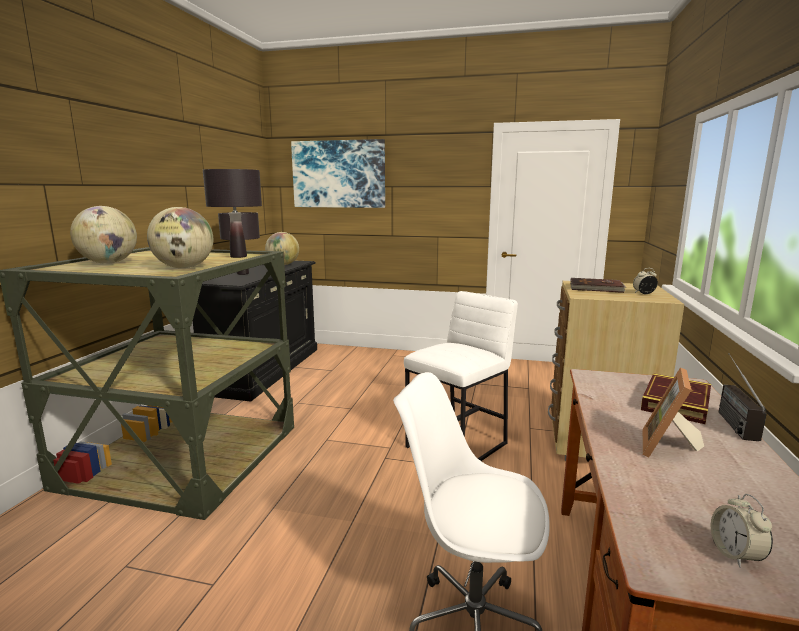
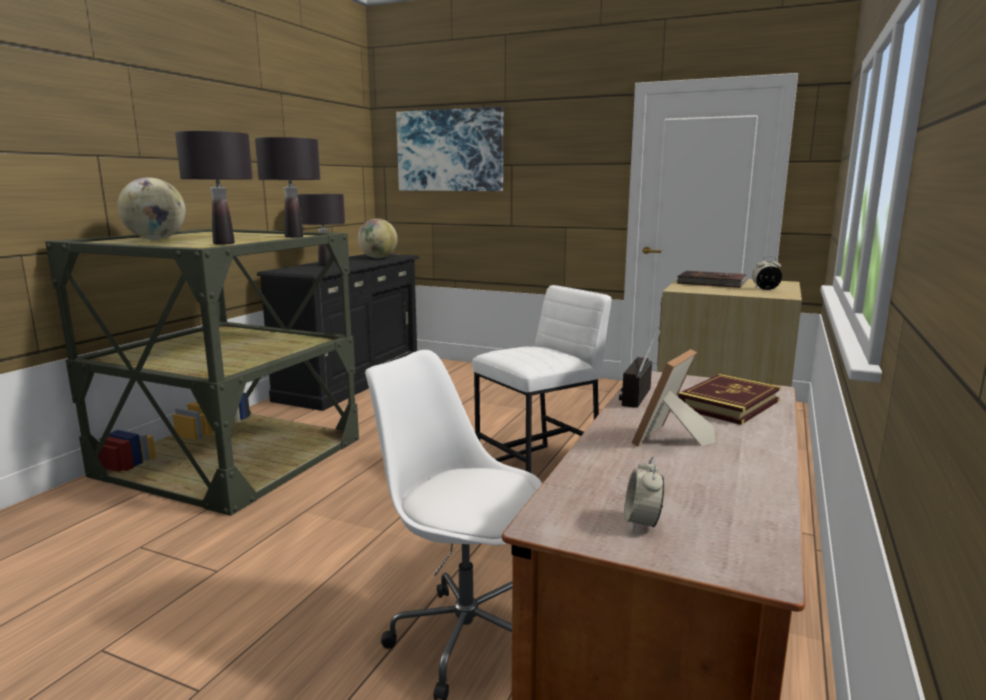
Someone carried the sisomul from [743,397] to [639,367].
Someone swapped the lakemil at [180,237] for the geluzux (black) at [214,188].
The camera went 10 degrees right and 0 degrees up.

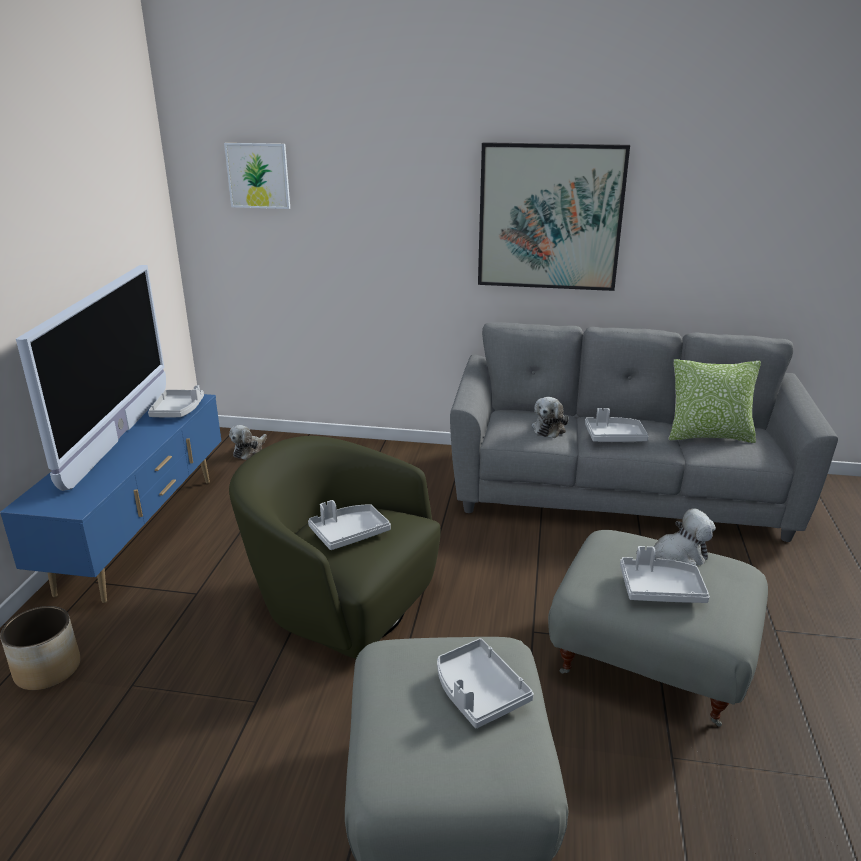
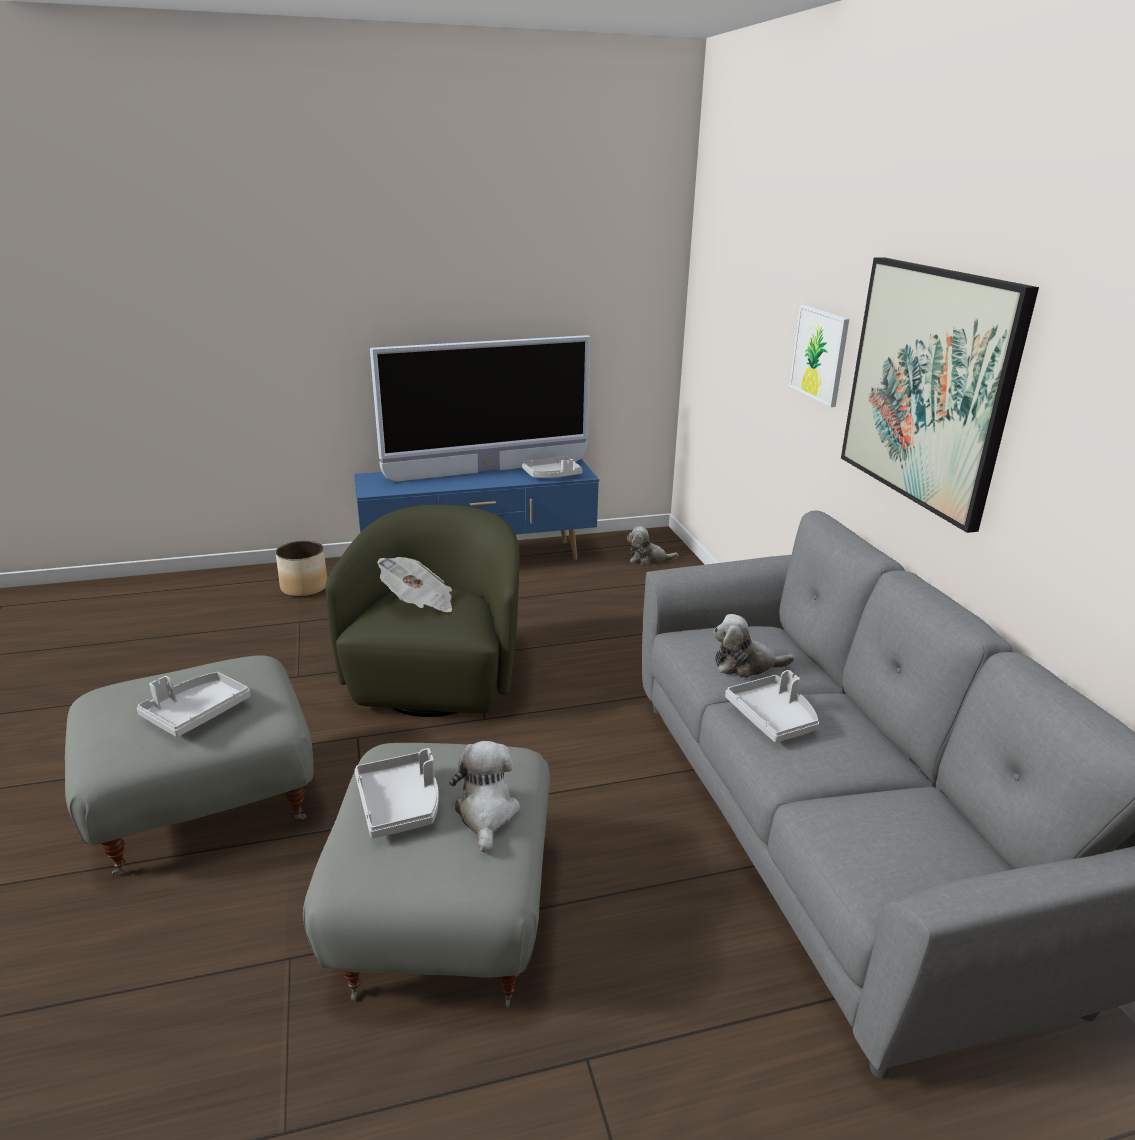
Someone took away the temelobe at [714,401].
Someone carried the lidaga from [257,176] to [819,356].
Someone swapped the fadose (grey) at [349,525] for the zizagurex at [415,584].
Someone rotated the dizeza at [676,537] by 150 degrees counterclockwise.
The camera went 65 degrees right and 0 degrees up.

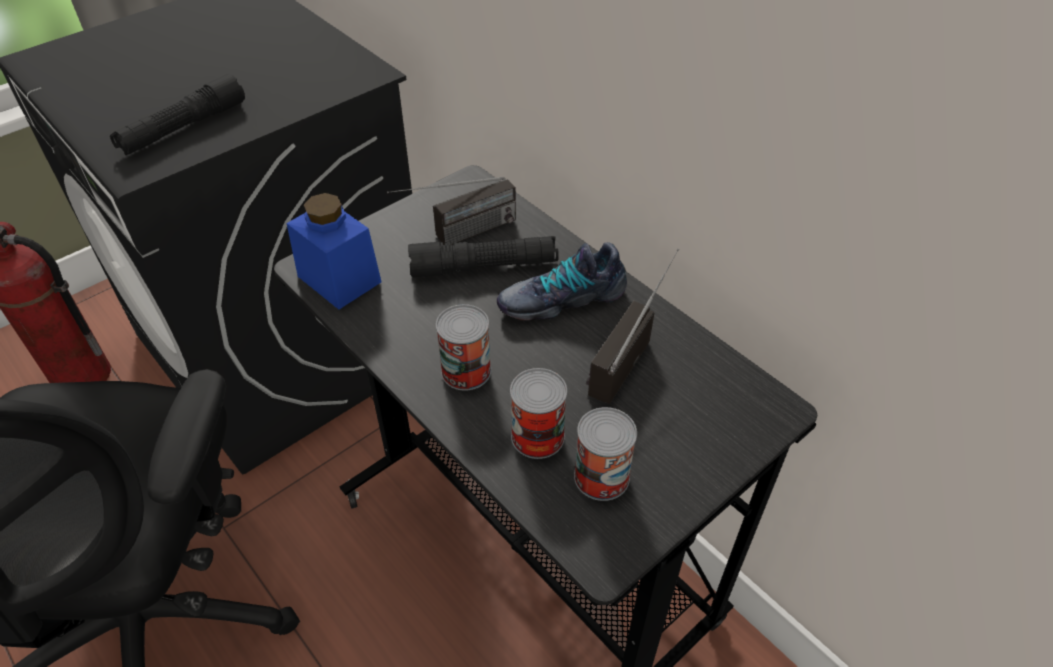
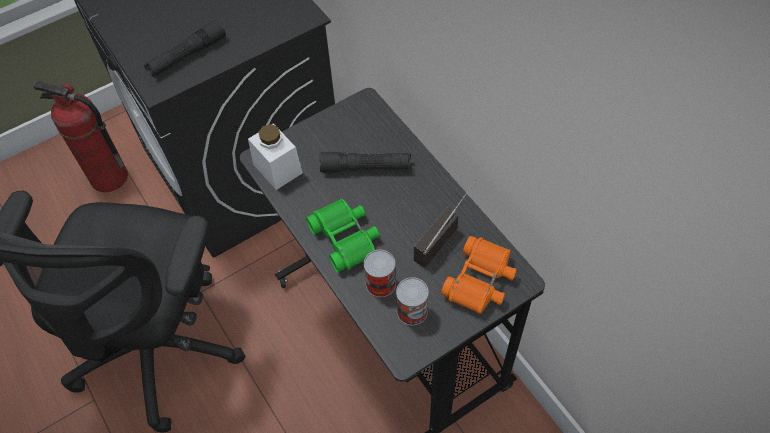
Someone took away the sisomul at [451,211].
Someone took away the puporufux at [562,281].
Someone put down the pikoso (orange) at [479,275].
Someone swapped the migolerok at [463,347] for the pikoso (green) at [343,235].
Someone repainted the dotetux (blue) at [334,251], which became the dotetux (white) at [275,156].
The camera went 10 degrees right and 10 degrees up.

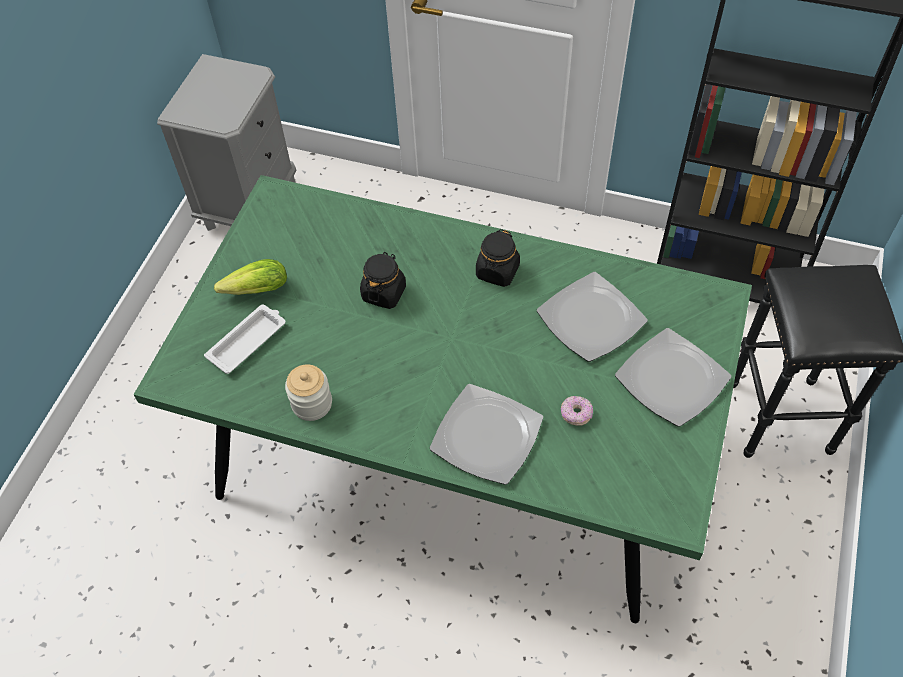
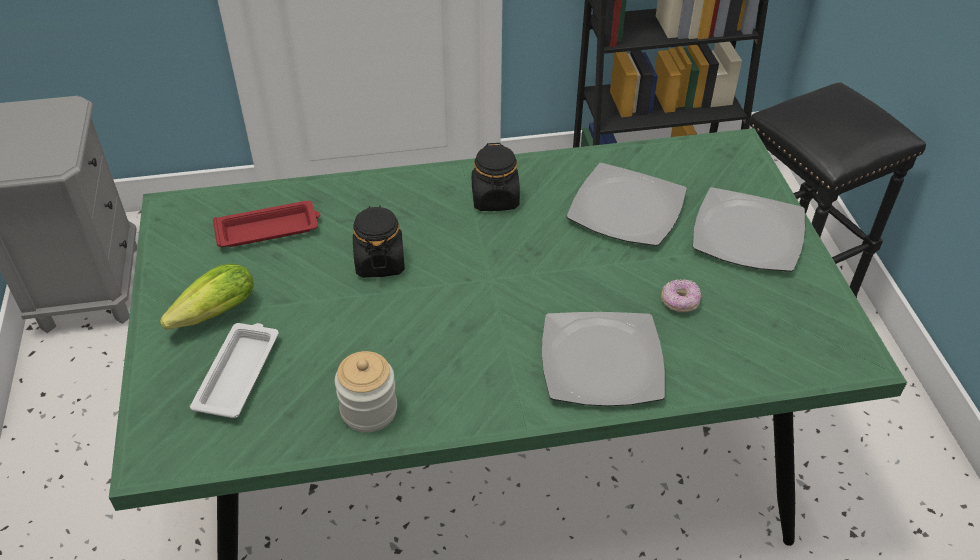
Someone put down the fadose (red) at [266,223].
The camera went 30 degrees left and 10 degrees down.

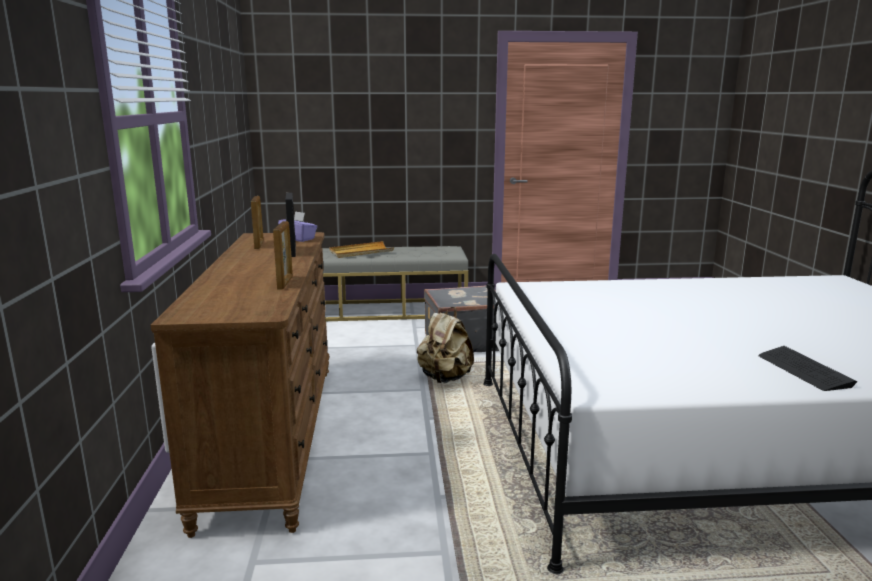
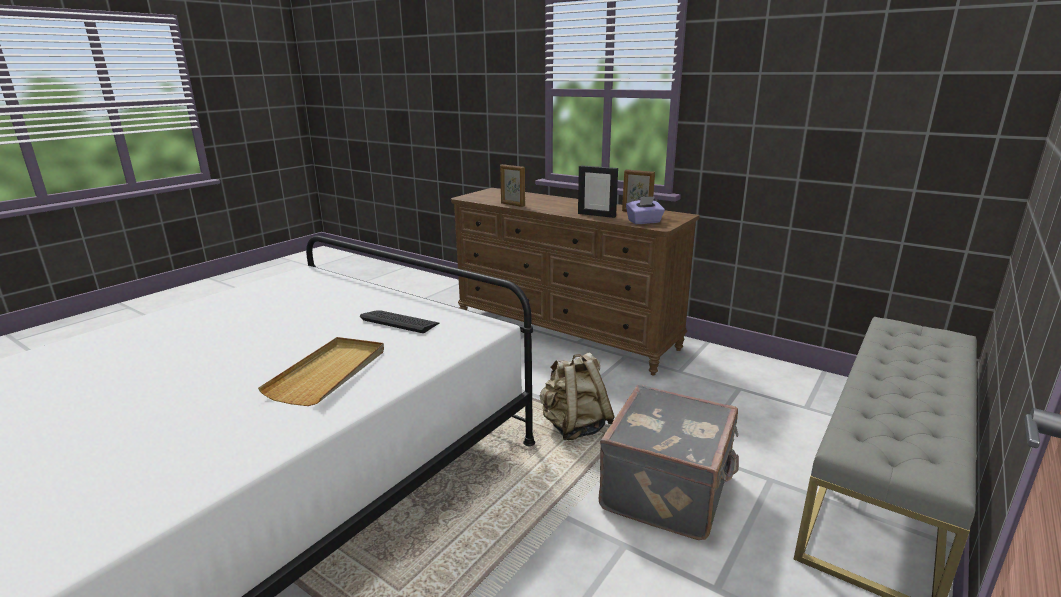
Someone carried the fadose (beige) from [361,249] to [321,371].
Someone carried the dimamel from [808,368] to [399,321].
The camera went 130 degrees right and 5 degrees up.

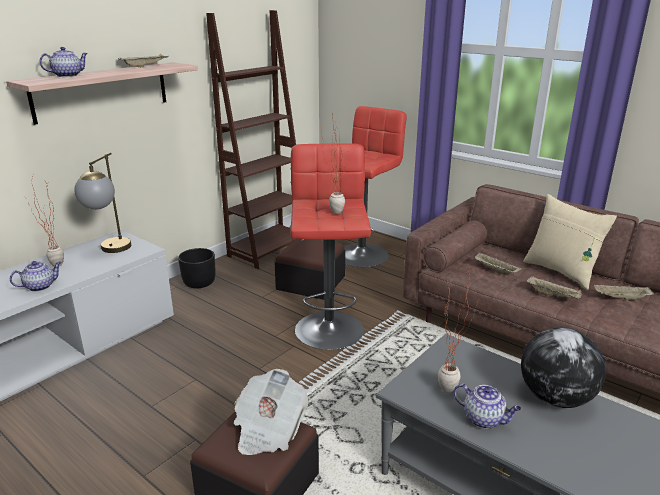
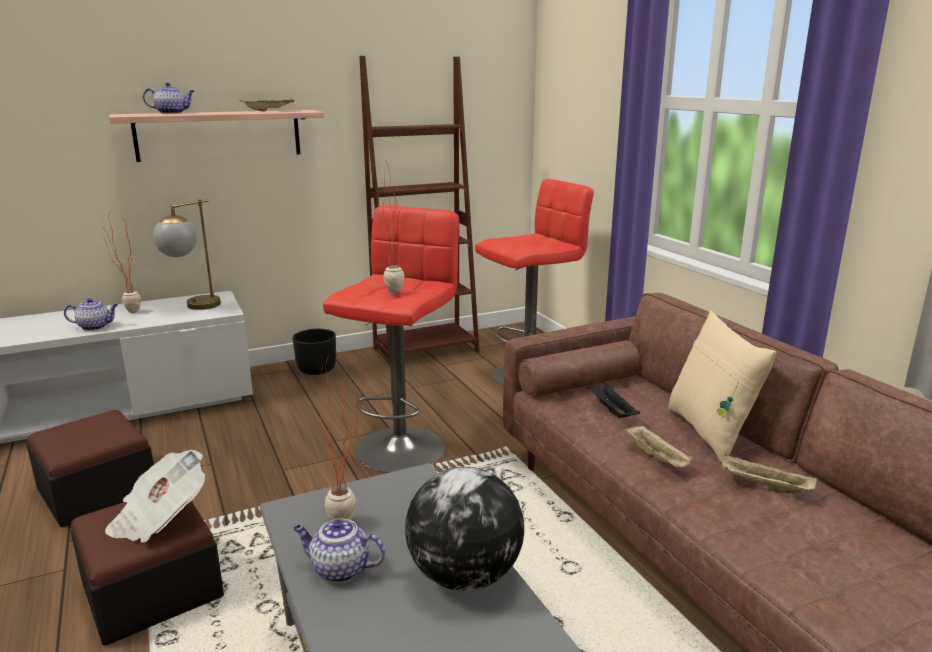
Someone carried the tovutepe from [309,269] to [90,468].
Someone repainted the fadose (beige) at [497,264], which became the fadose (black) at [613,400].
Someone rotated the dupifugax at [487,406] by 135 degrees clockwise.
The camera went 25 degrees right and 5 degrees down.

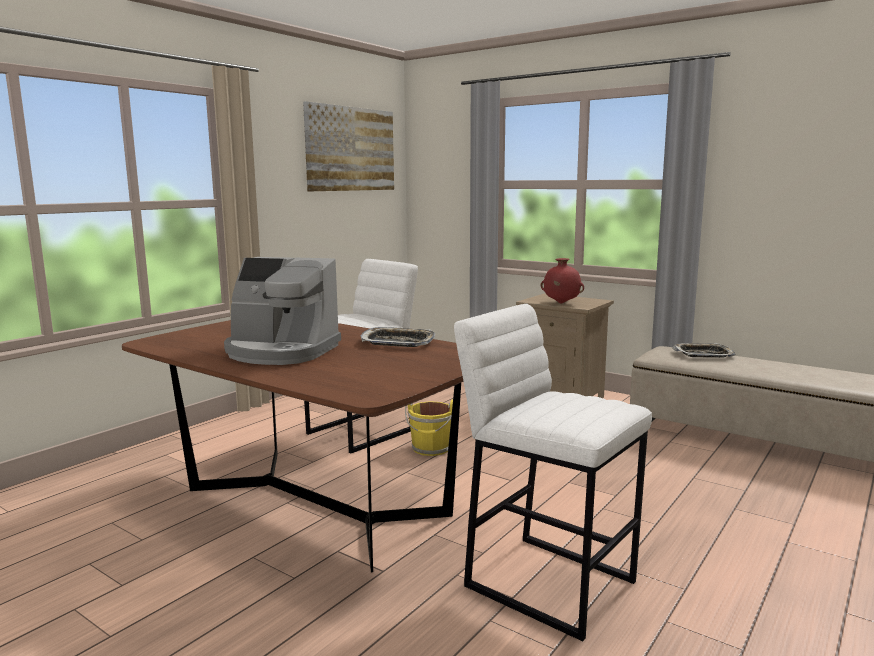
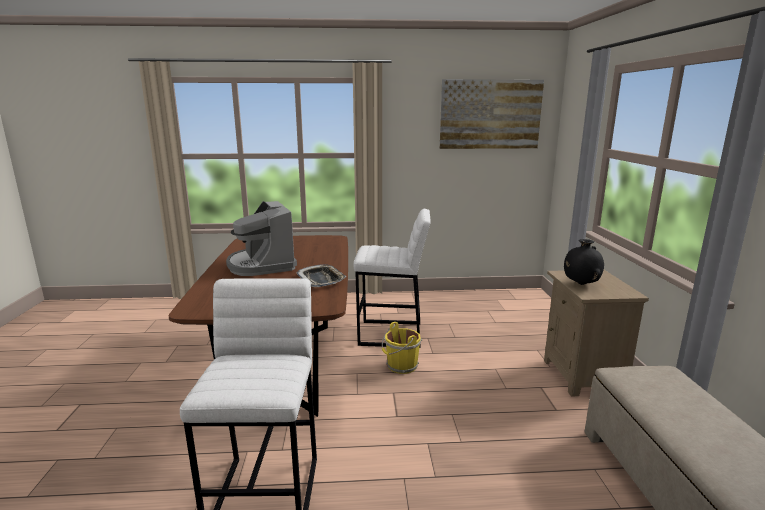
Someone took away the fadose at [704,350].
Someone repainted the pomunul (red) at [562,280], which became the pomunul (black) at [584,262].
The camera went 50 degrees right and 5 degrees up.

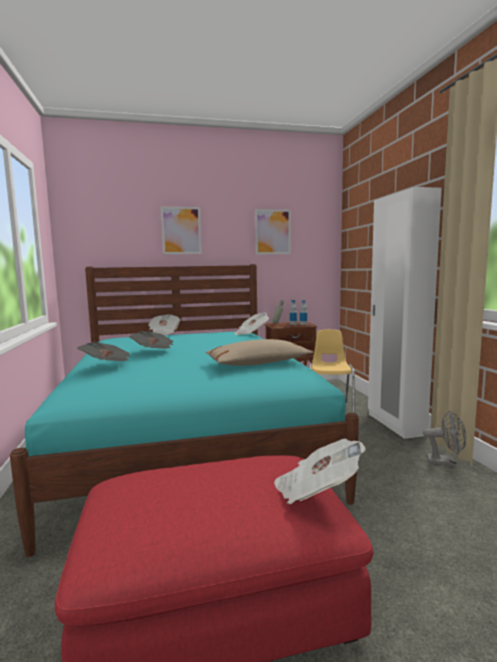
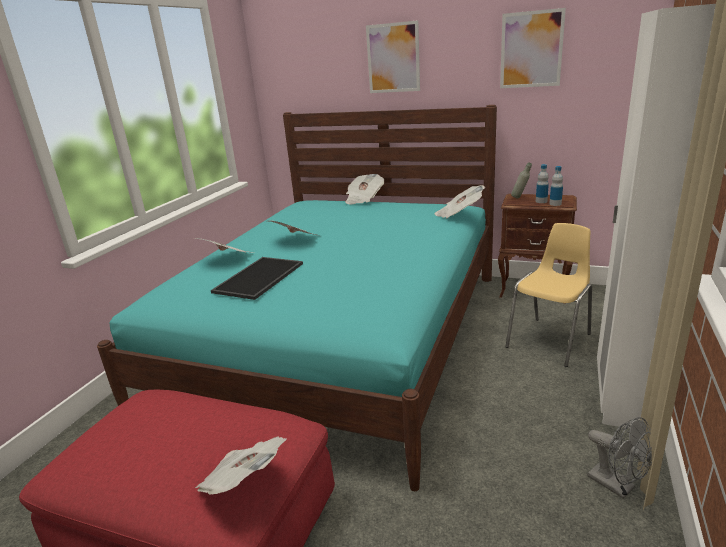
Someone took away the temelobe (beige) at [259,352].
Someone put down the fadose at [257,278].
The camera went 35 degrees right and 15 degrees up.

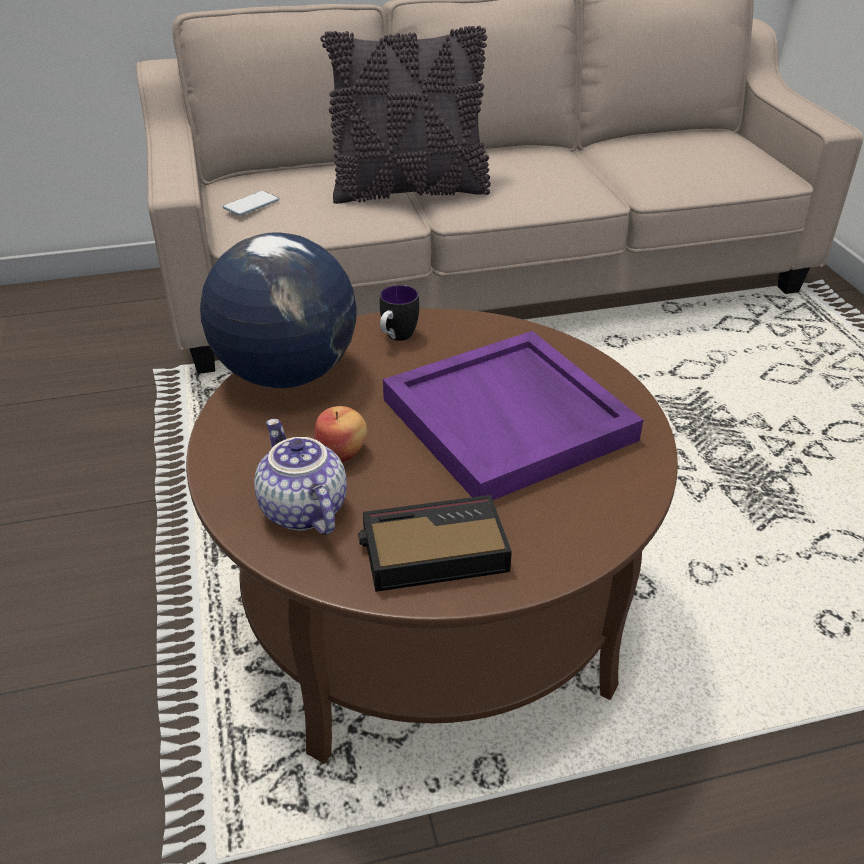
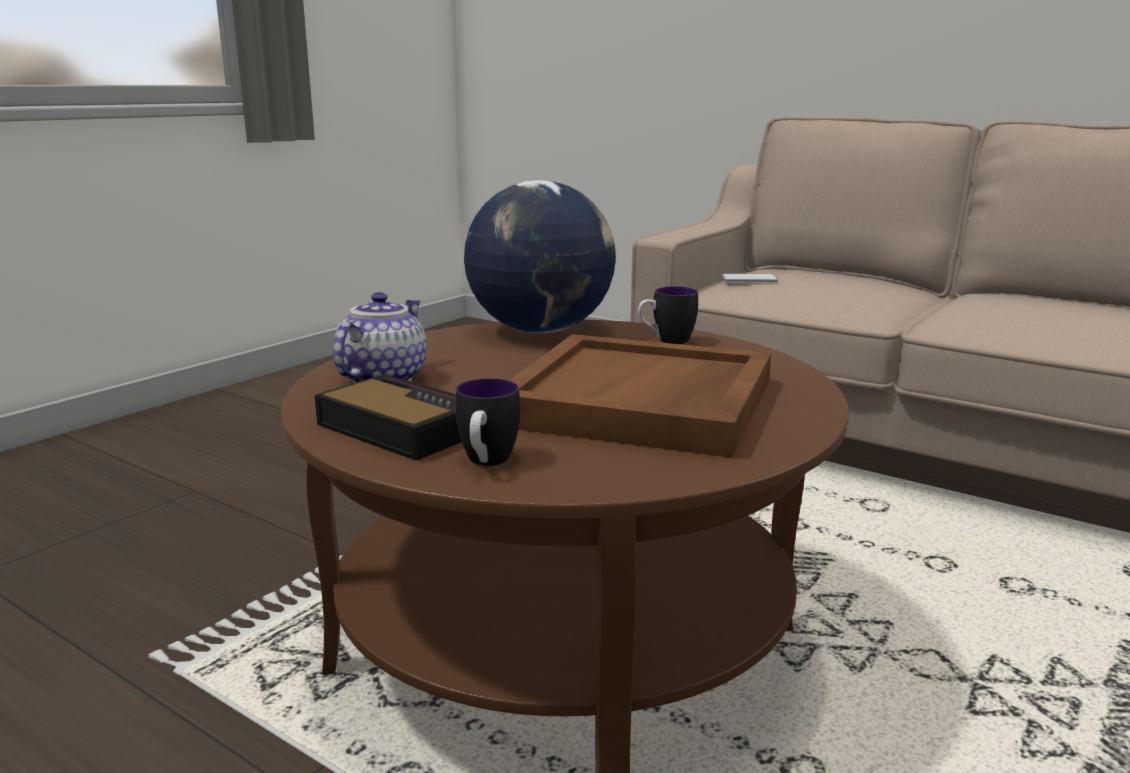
Someone took away the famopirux at [340,434].
Someone took away the temelobe (black) at [405,115].
Someone put down the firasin at [487,422].
Someone repainted the fadose (purple) at [513,415], which became the fadose (brown) at [640,396].
The camera went 50 degrees right and 20 degrees down.

